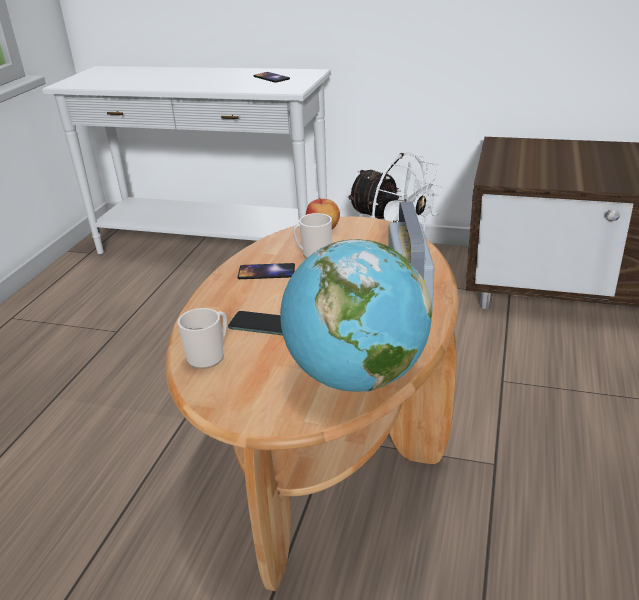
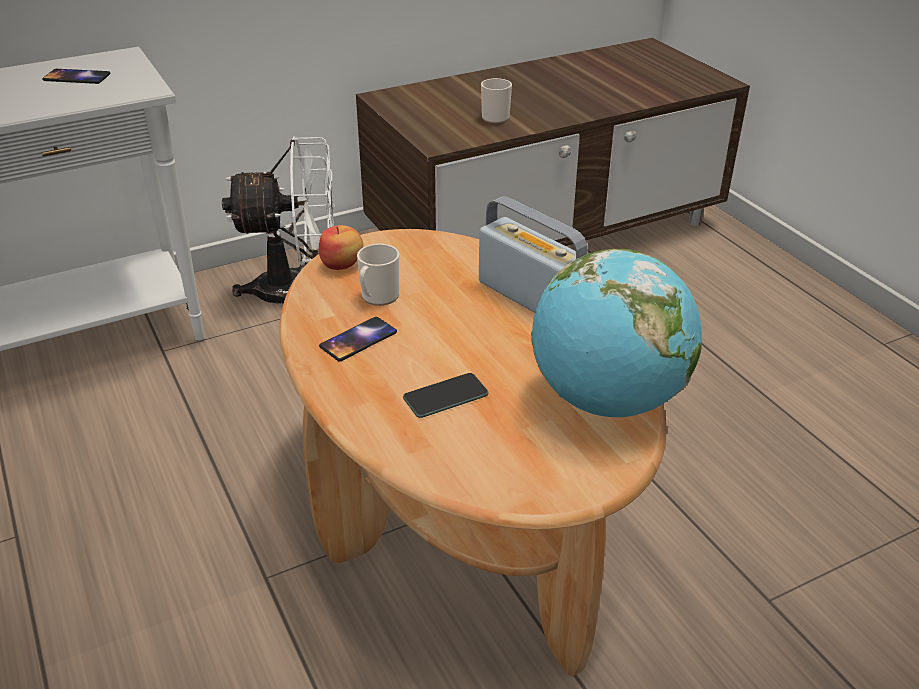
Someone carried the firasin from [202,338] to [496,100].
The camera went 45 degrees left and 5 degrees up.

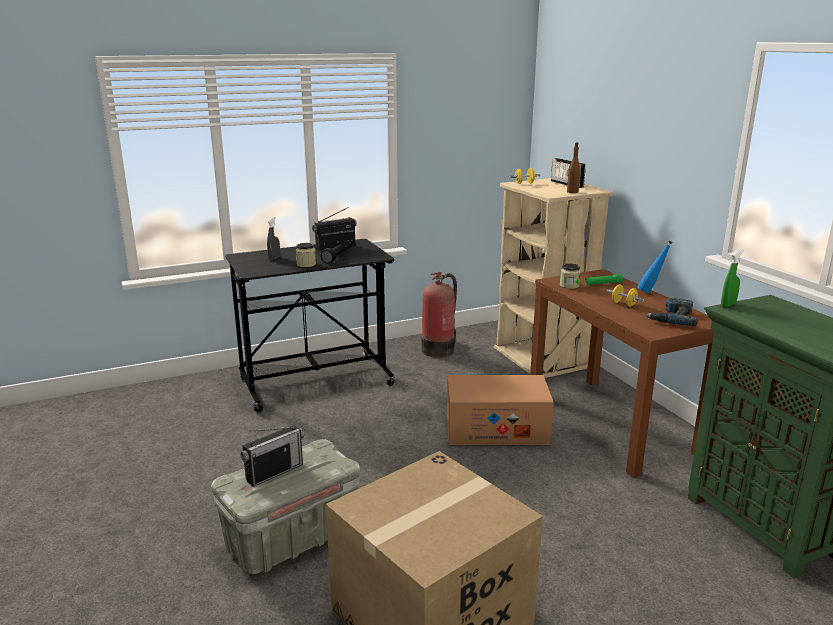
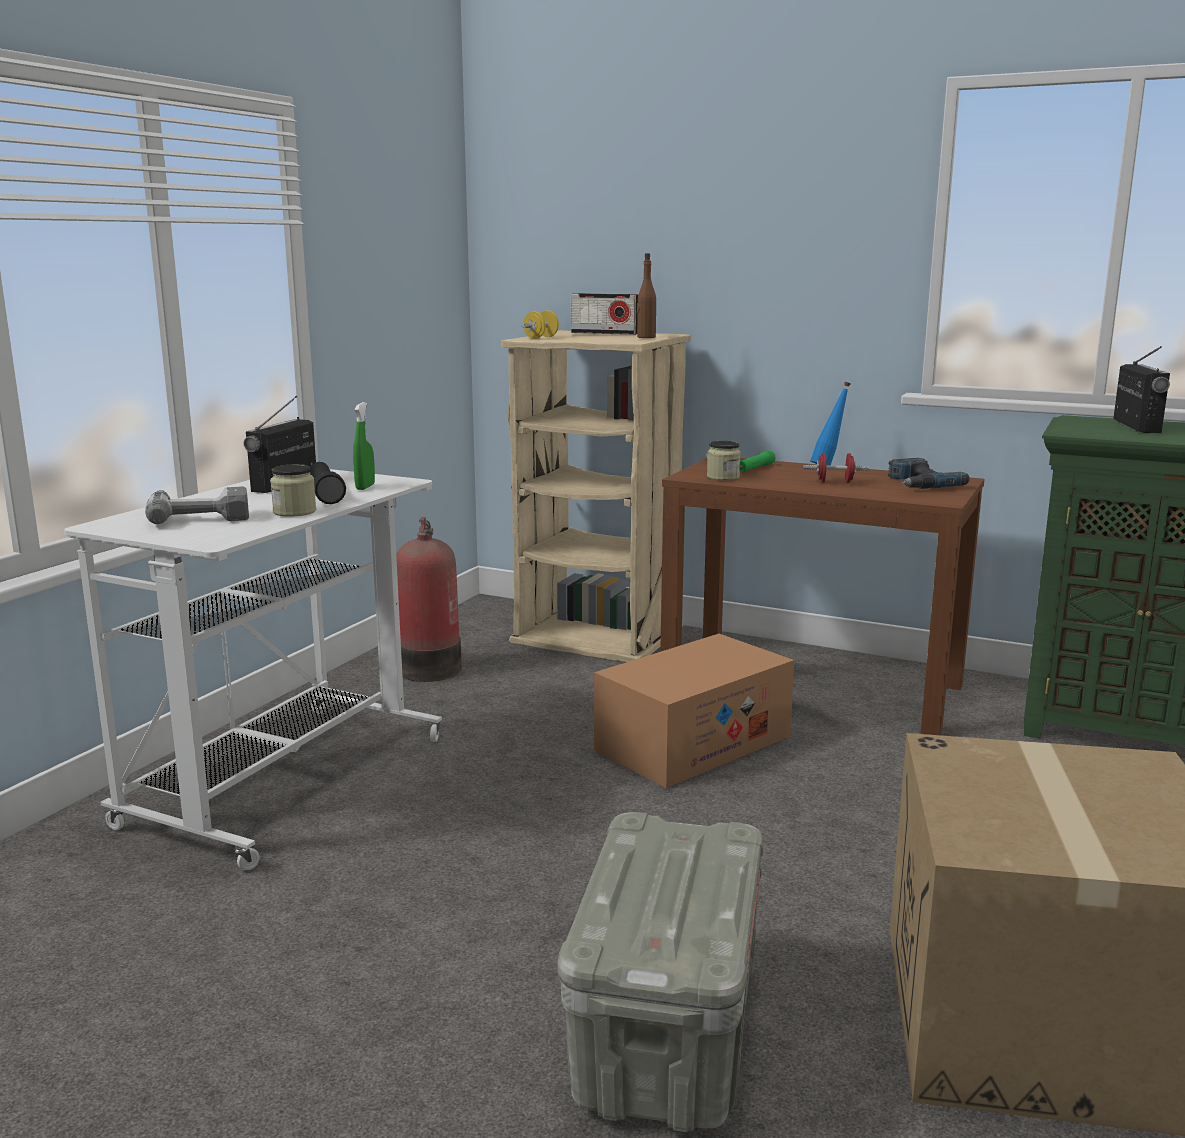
Someone carried the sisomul from [272,456] to [1141,389].
Someone carried the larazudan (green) from [732,278] to [364,446].
Someone swapped the larazudan (grey) at [273,238] for the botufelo at [197,505].
Someone repainted the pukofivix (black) at [310,325], which became the pukofivix (white) at [253,669].
Someone repainted the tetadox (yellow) at [625,296], which became the tetadox (red) at [836,468].
The camera went 40 degrees left and 5 degrees down.

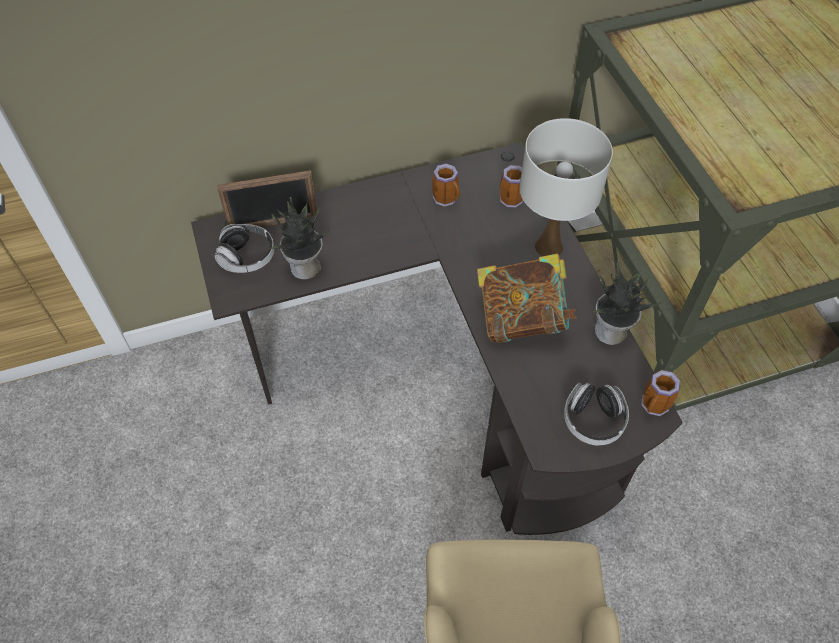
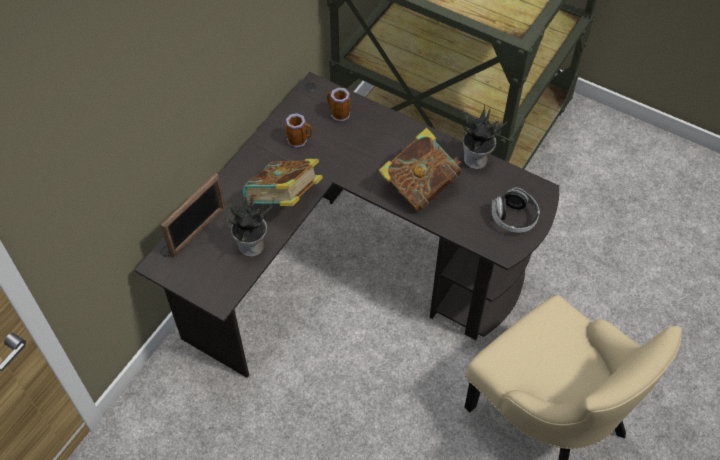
Someone took away the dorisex at [244,248].
Someone took away the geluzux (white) at [566,187].
Someone took away the firasin at [660,393].
Someone put down the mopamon at [283,182].
The camera went 40 degrees left and 0 degrees up.

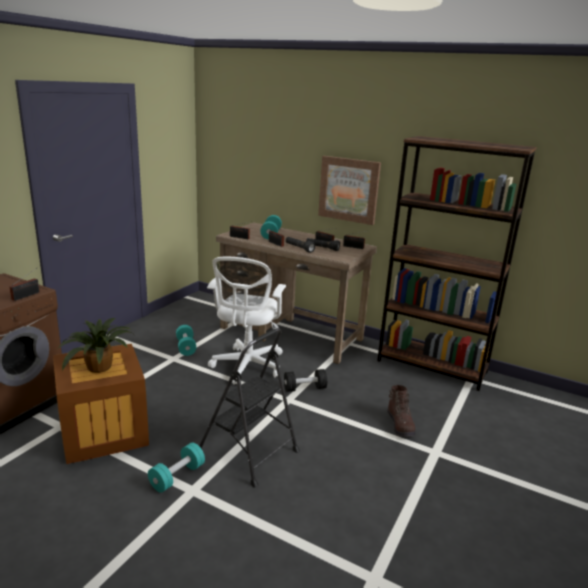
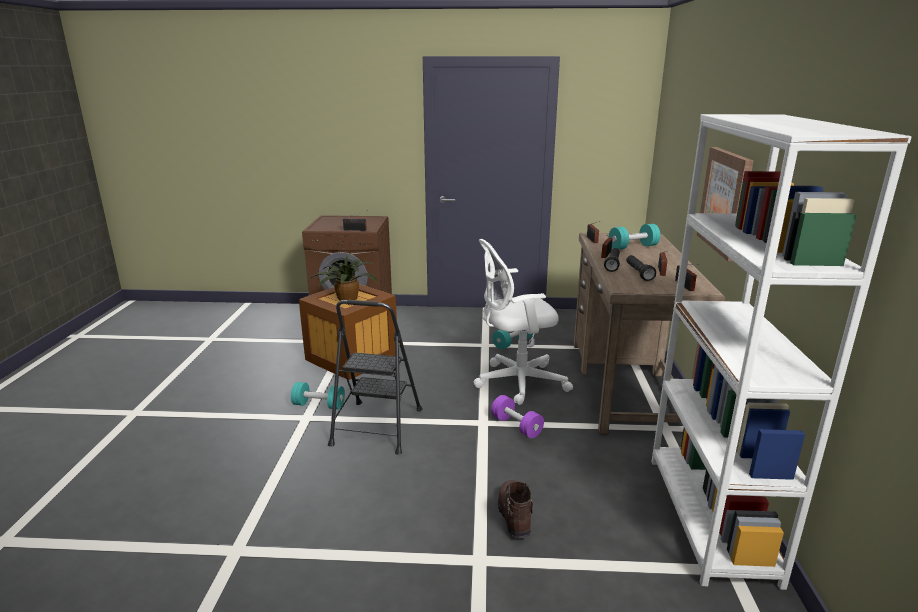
Someone repainted the tetadox (black) at [305,380], which became the tetadox (purple) at [517,416].
Someone repainted the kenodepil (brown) at [457,263], which became the kenodepil (white) at [781,352].
Someone rotated the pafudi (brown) at [401,411] by 120 degrees clockwise.
The camera went 65 degrees right and 0 degrees up.

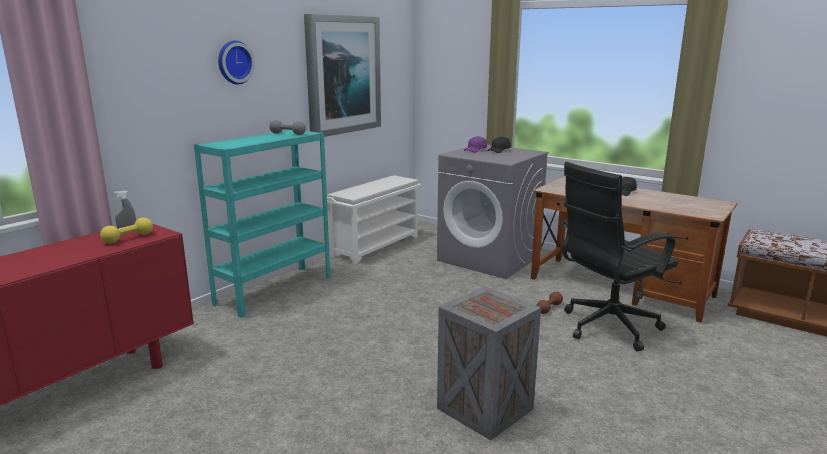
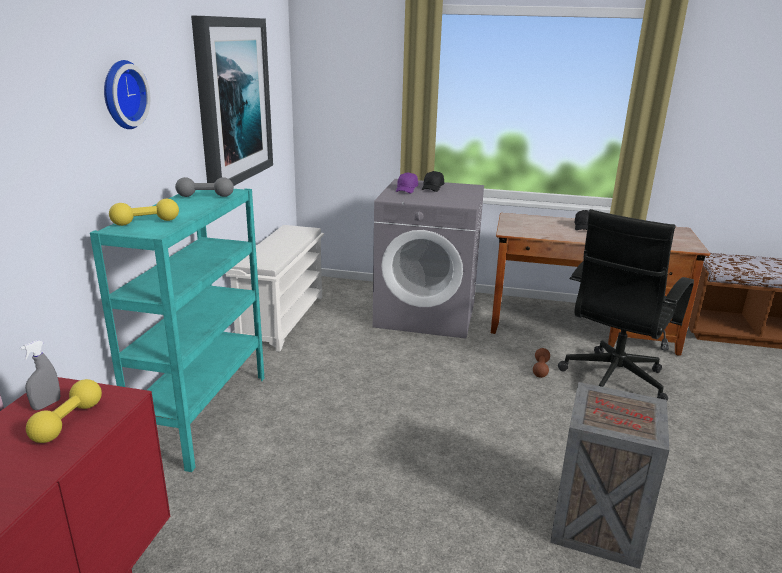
Someone put down the tetadox (yellow) at [144,212].
The camera went 25 degrees left and 5 degrees up.

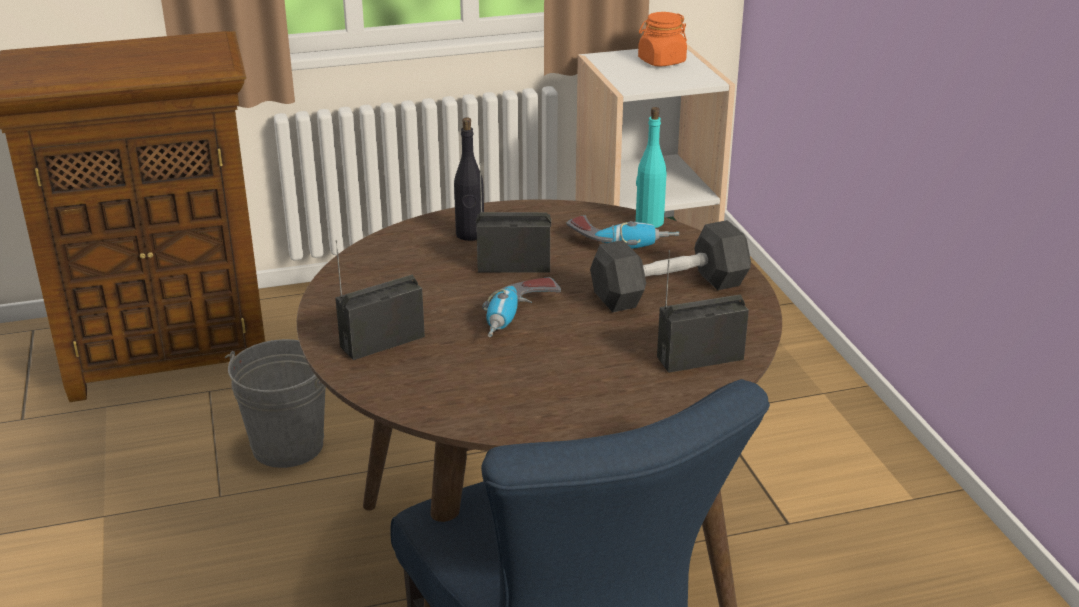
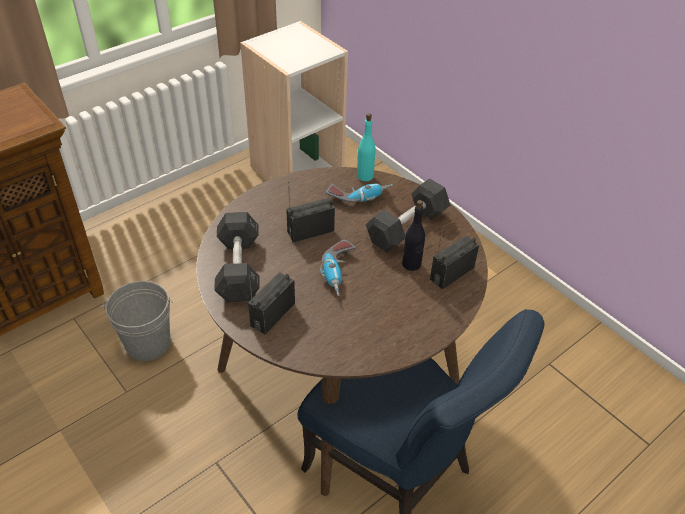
Someone took away the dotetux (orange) at [662,39].
Someone put down the tetadox (grey) at [237,257].
Someone carried the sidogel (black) from [469,179] to [413,235].
The camera went 25 degrees left and 15 degrees up.

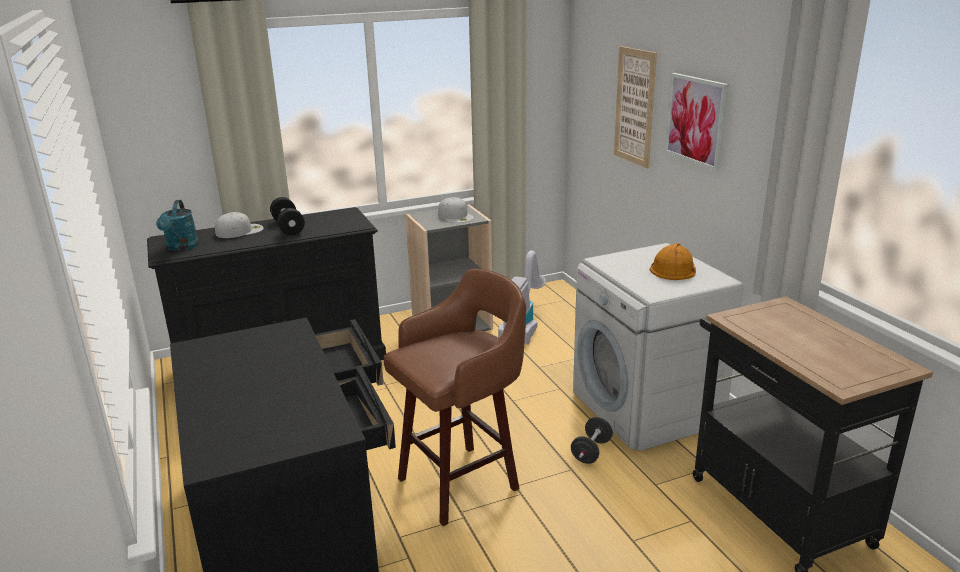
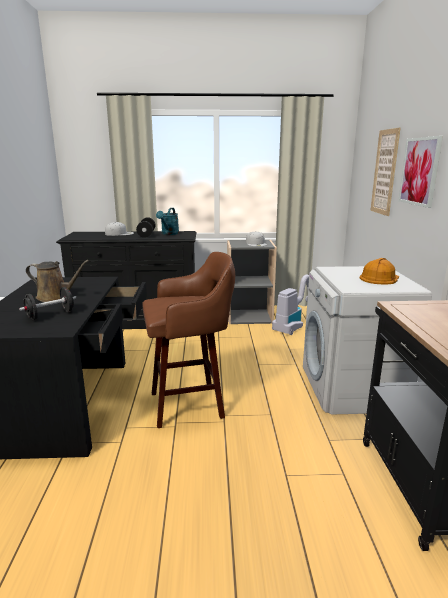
Someone put down the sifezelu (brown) at [58,281].
Someone carried the sifezelu (turquoise) from [177,225] to [167,221].
Someone carried the tetadox (black) from [592,440] to [48,303].
The camera went 20 degrees right and 5 degrees down.

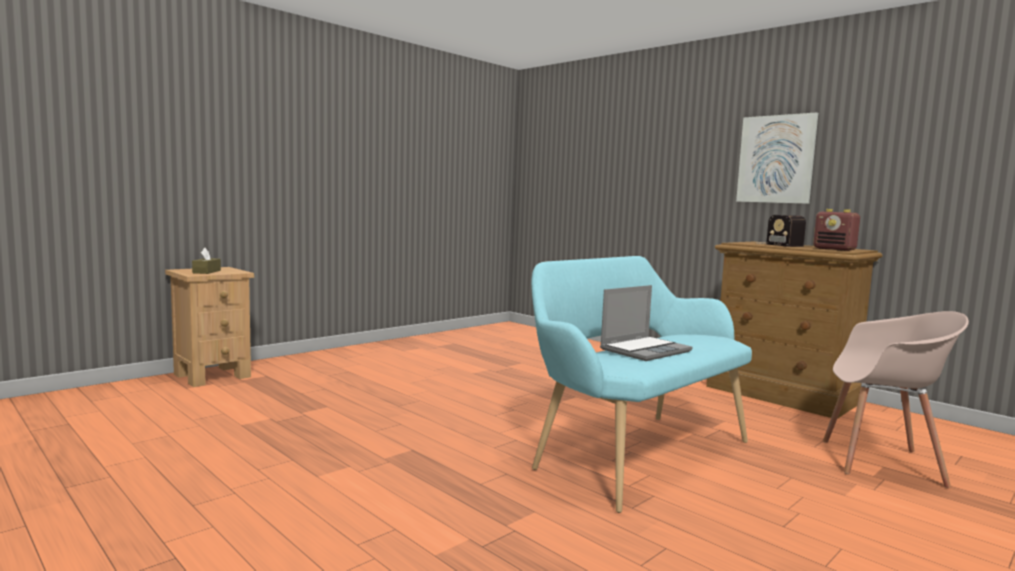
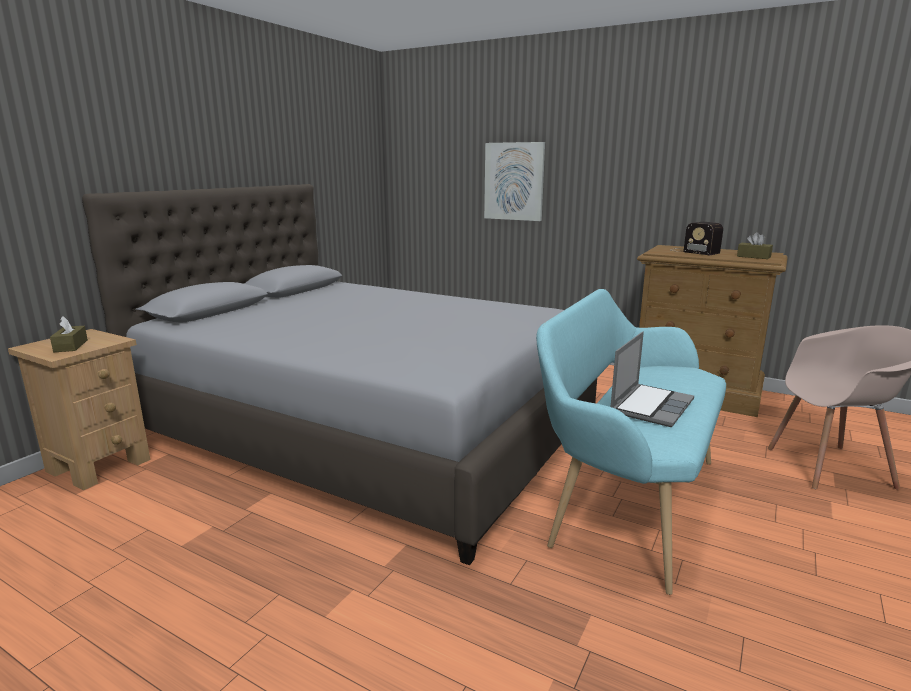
Someone put down the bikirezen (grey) at [339,374].
Someone carried the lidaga from [777,158] to [514,181].
Someone swapped the sisomul at [836,230] for the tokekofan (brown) at [755,245].
The camera went 15 degrees left and 10 degrees up.

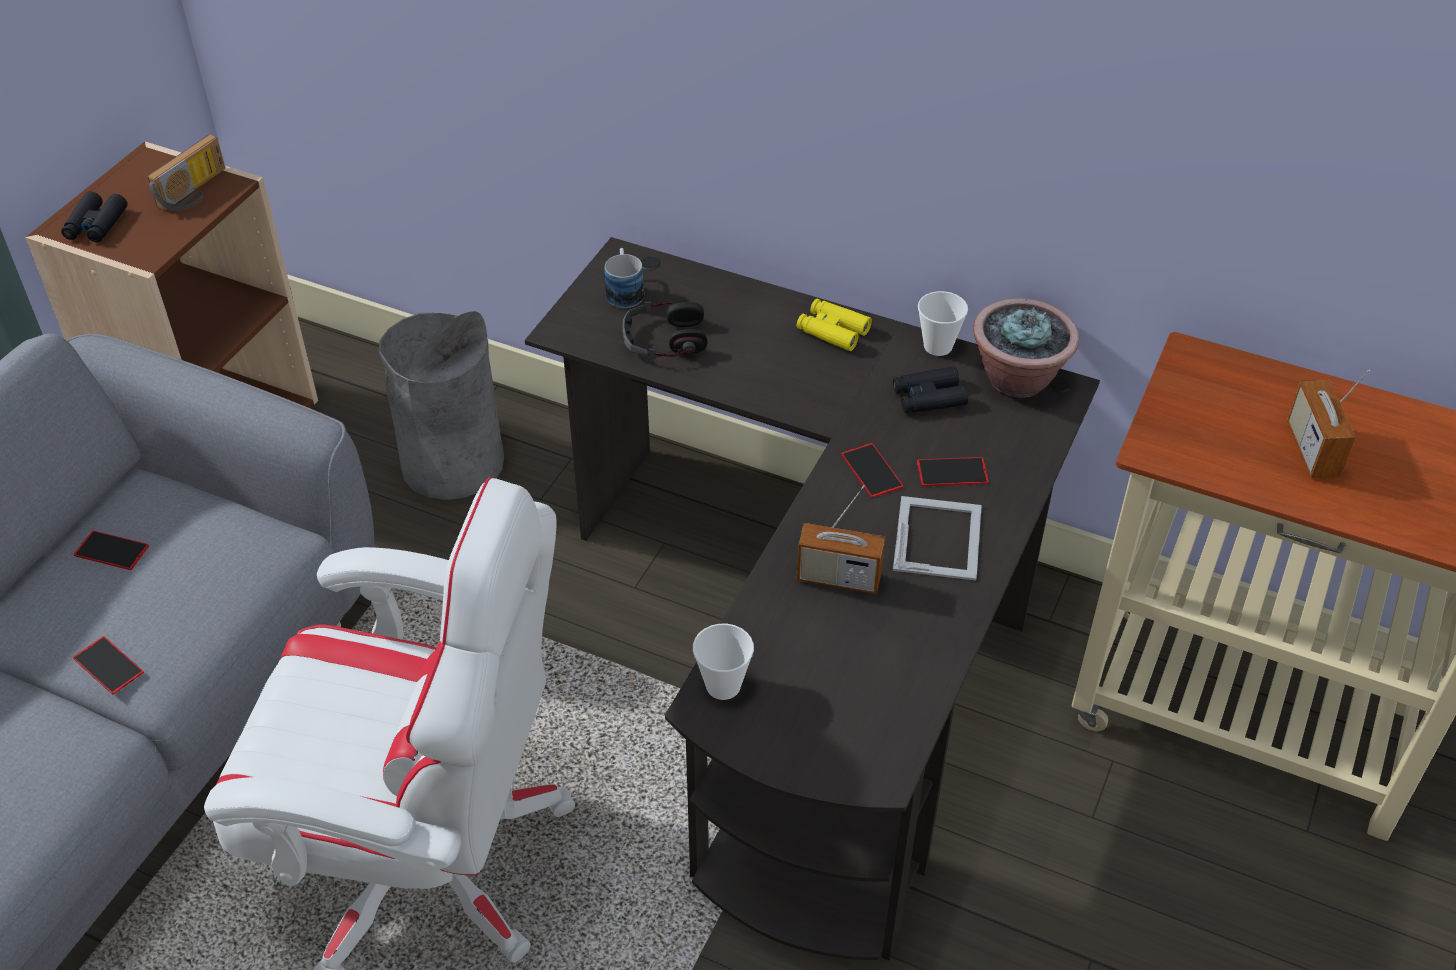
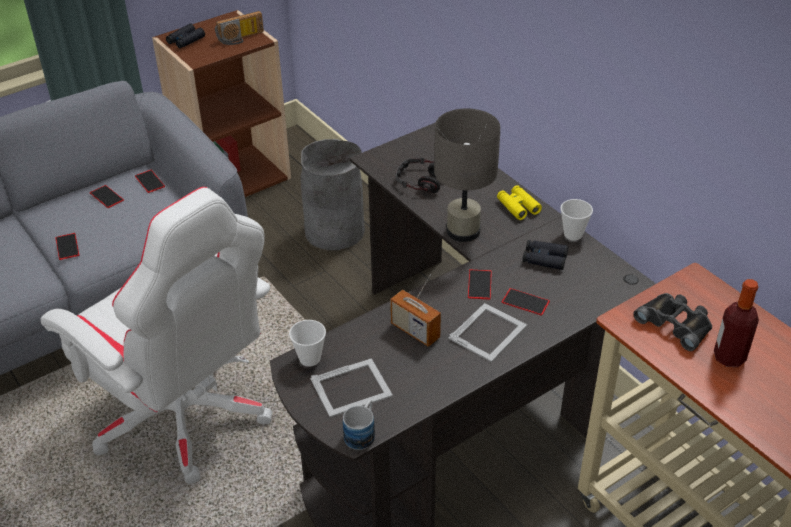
Someone took away the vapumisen at [1026,348].
Someone put down the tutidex at [150,181].
Someone put down the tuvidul at [351,387].
Someone put down the geluzux (grey) at [467,175].
Someone put down the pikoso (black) at [672,322].
Someone carried the firasin from [624,278] to [359,425].
Someone swapped the sisomul at [1328,424] for the sidogel at [736,323].
The camera went 30 degrees right and 5 degrees down.

